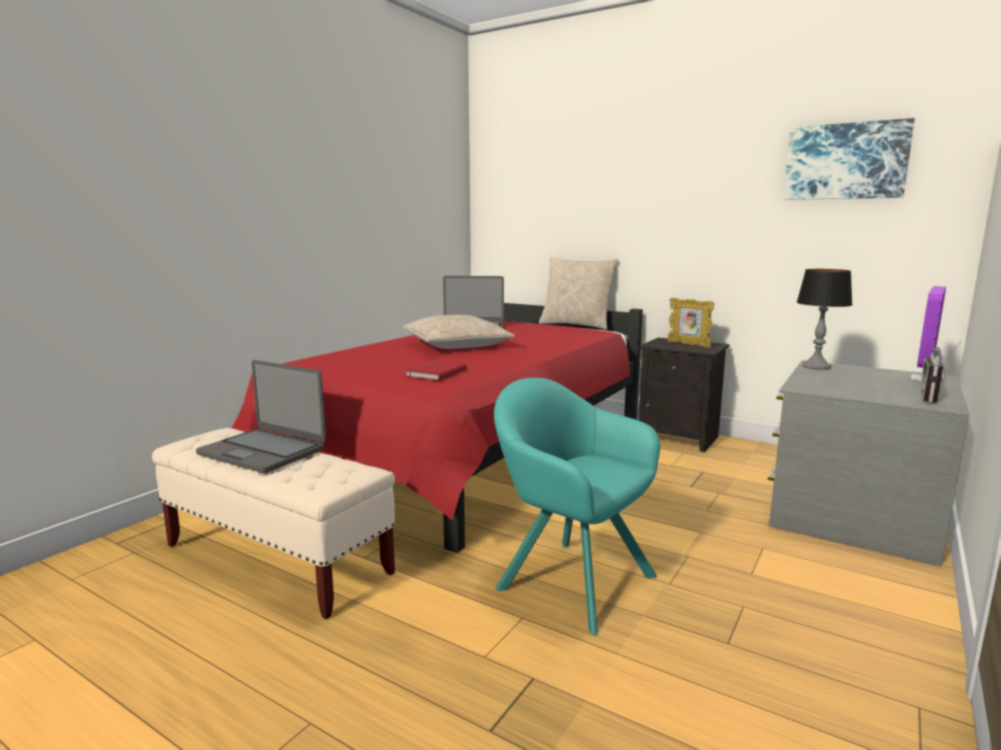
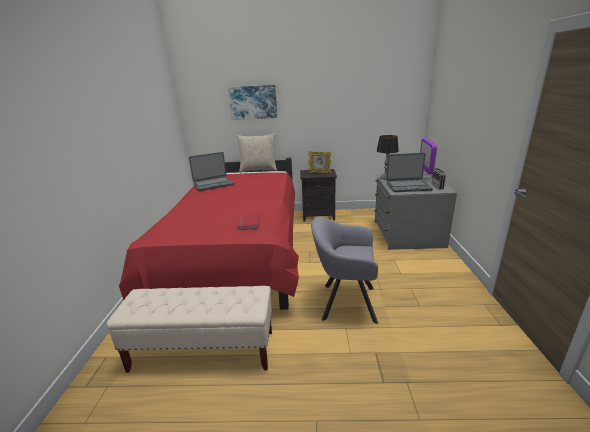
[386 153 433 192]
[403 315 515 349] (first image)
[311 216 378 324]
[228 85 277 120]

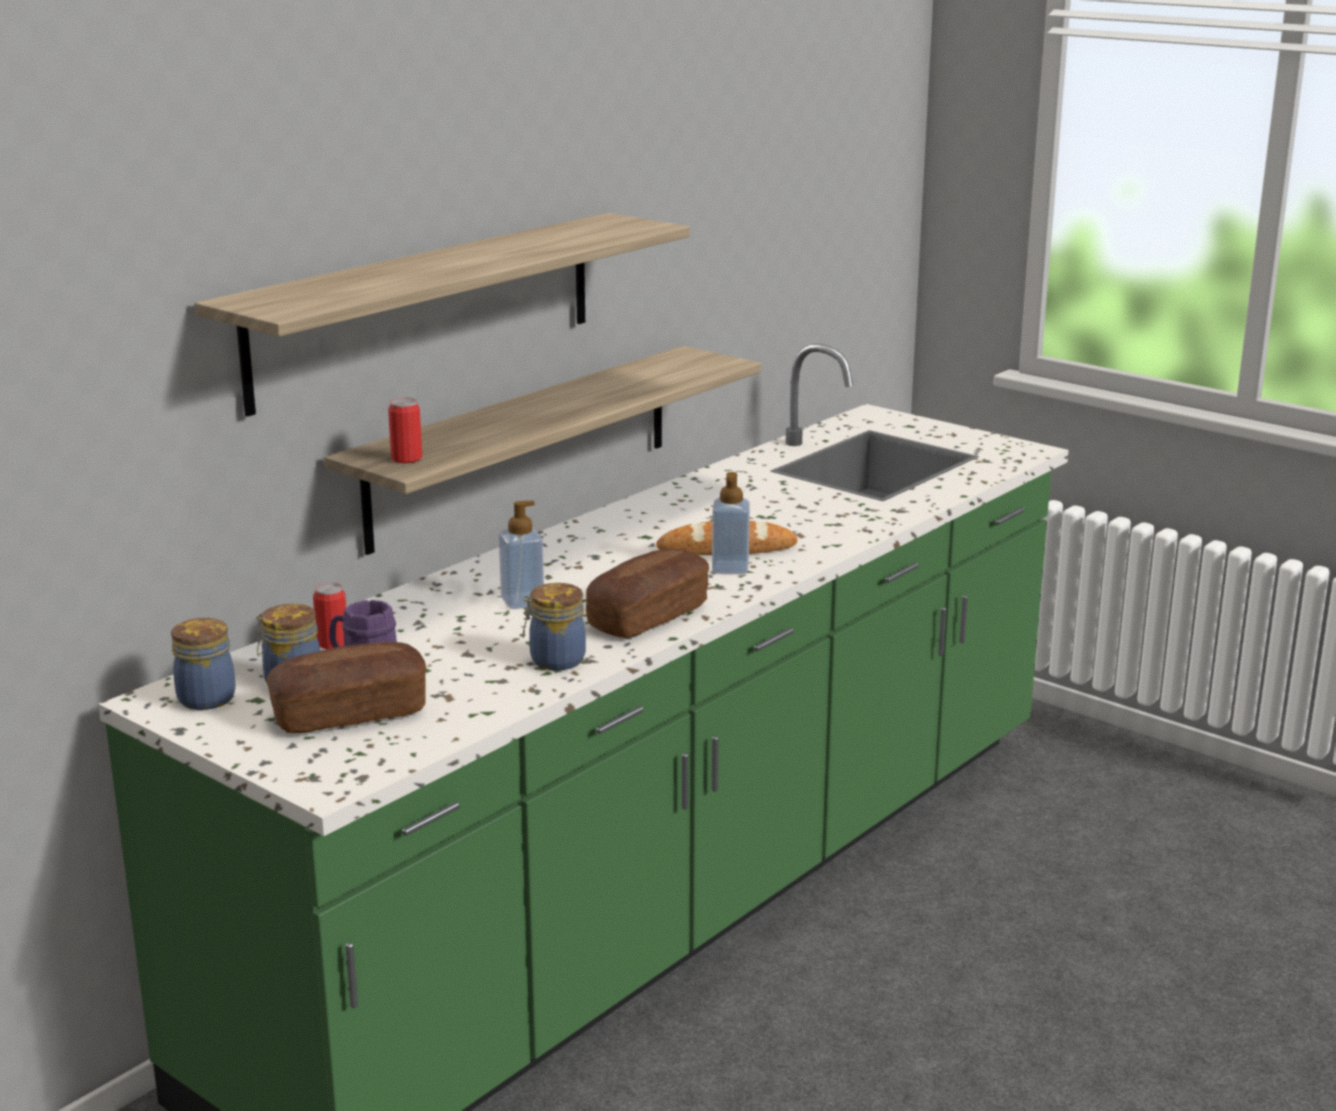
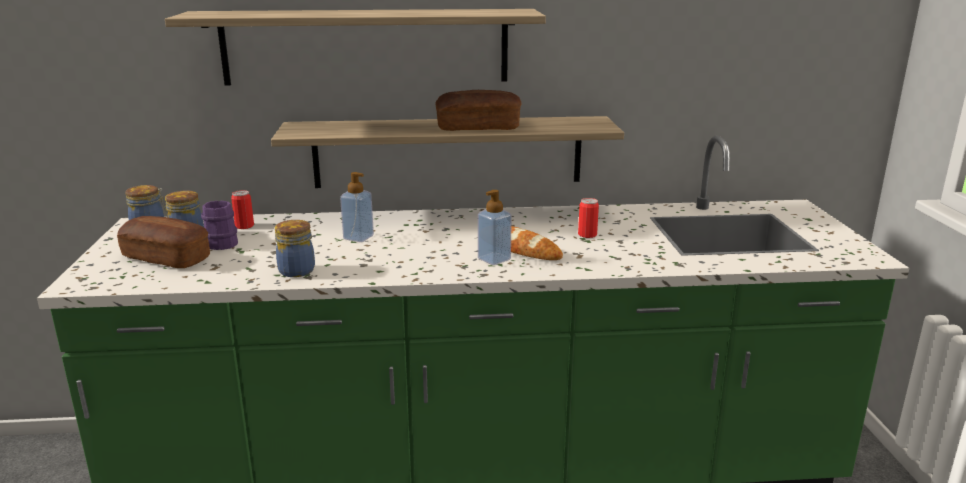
[578 198 599 238]
[435 90 522 131]

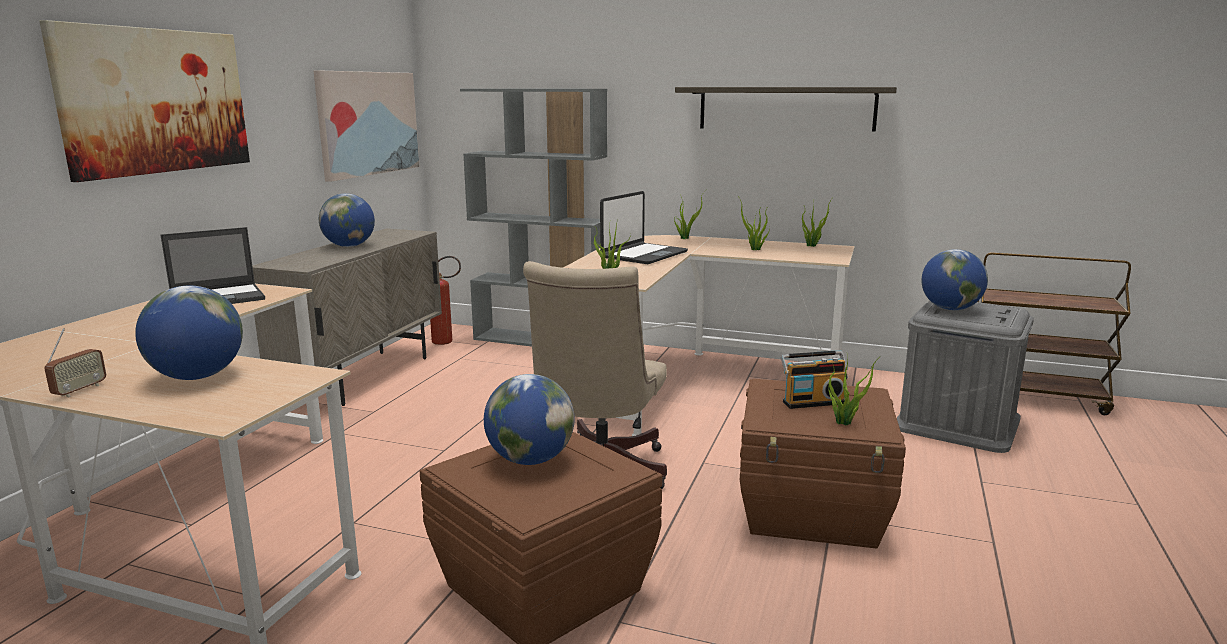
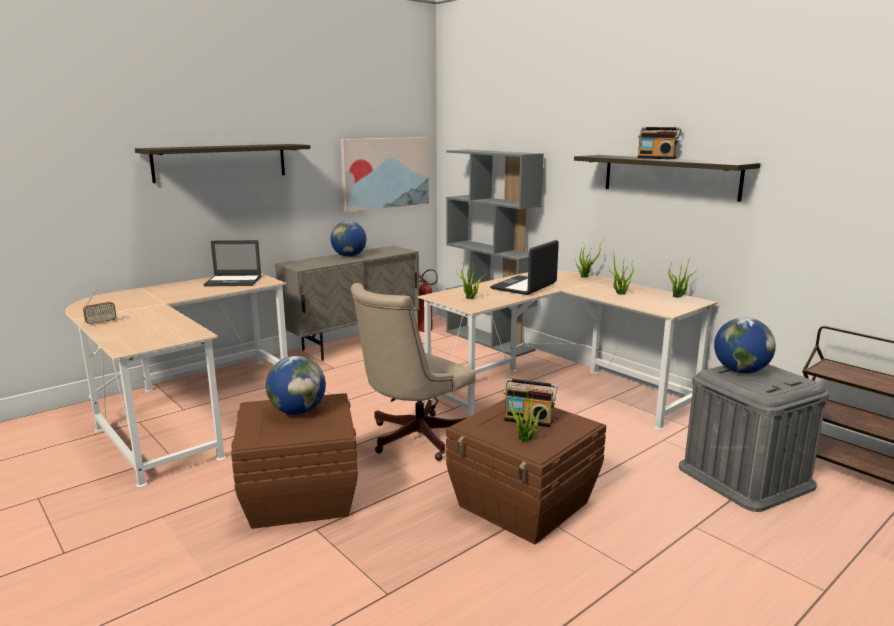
[135 144 311 183]
[135 285 243 380] (first image)
[490 240 559 295]
[637 127 681 159]

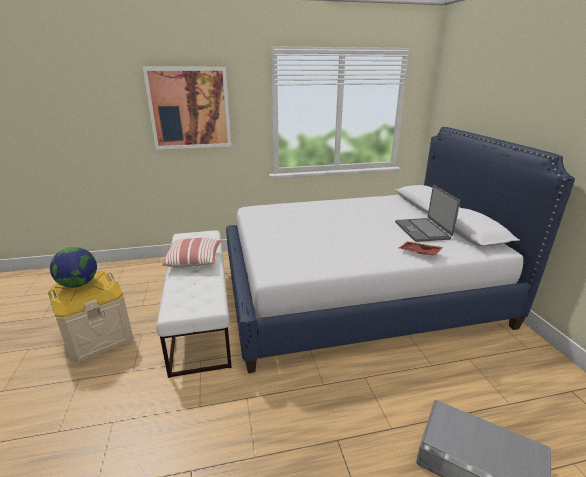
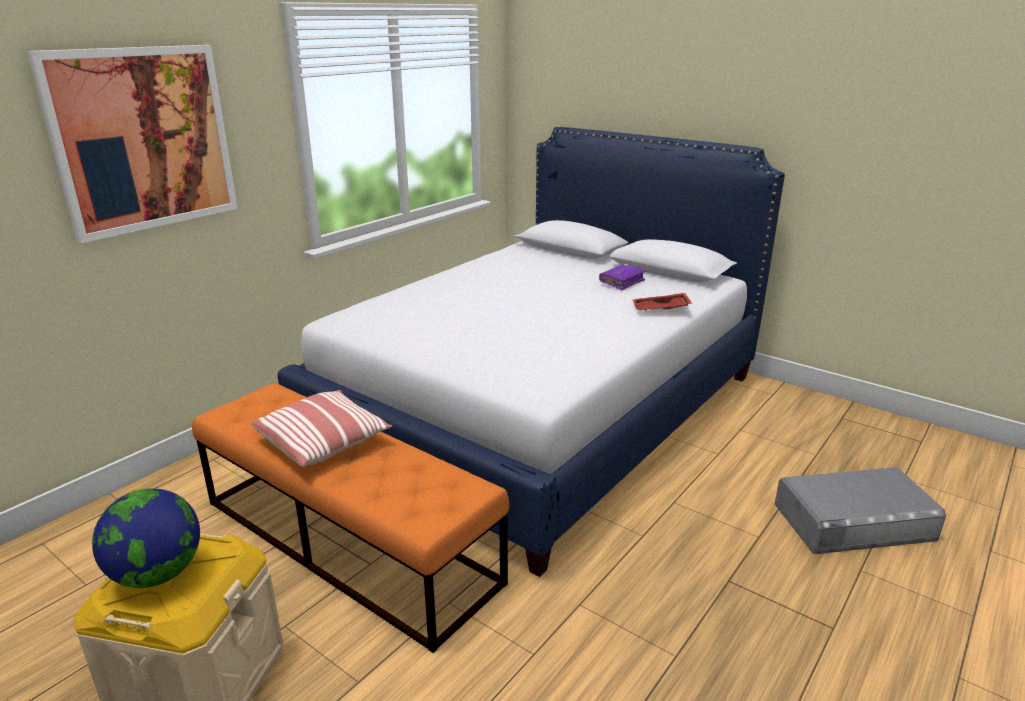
[192 383 509 653]
[599 264 646 290]

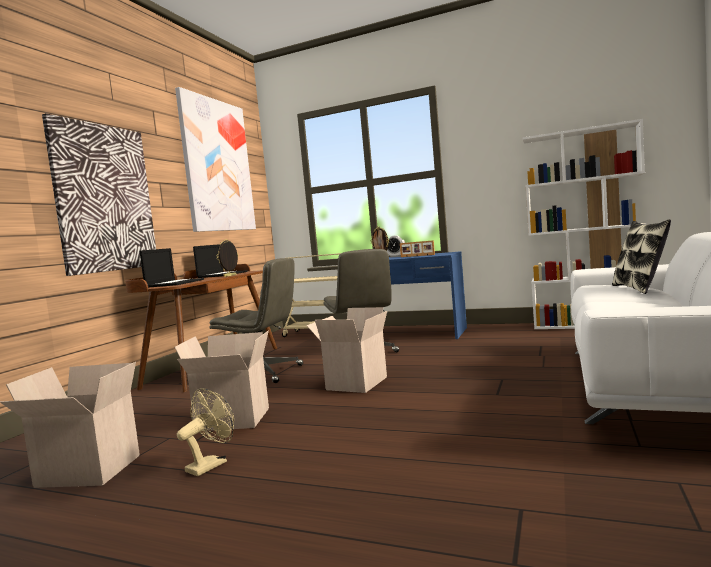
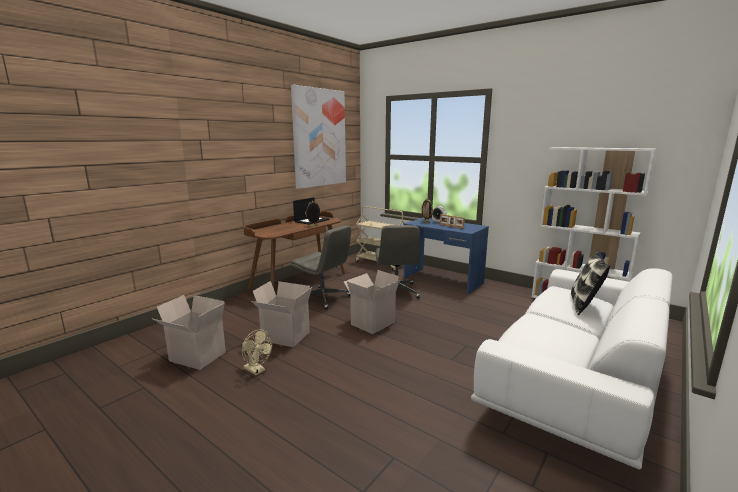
[42 113 156 276] (first image)
[139 248 204 288] (first image)
[242 329 272 375]

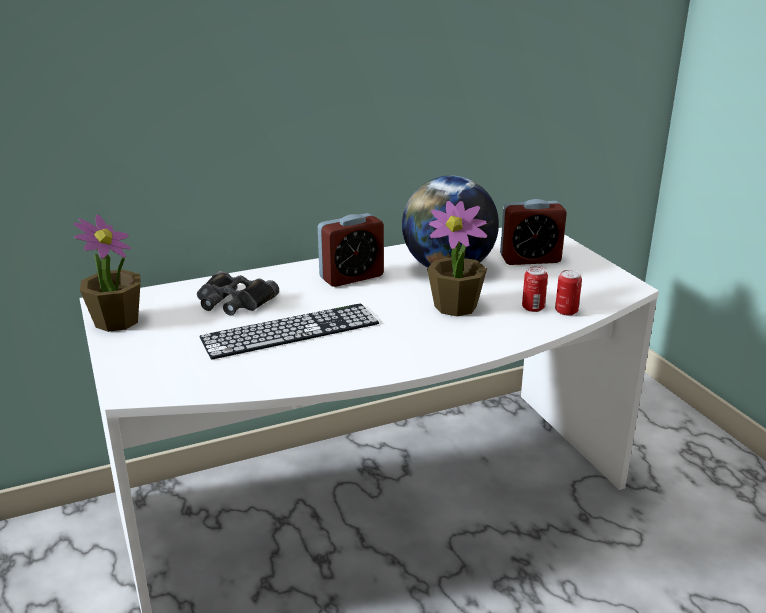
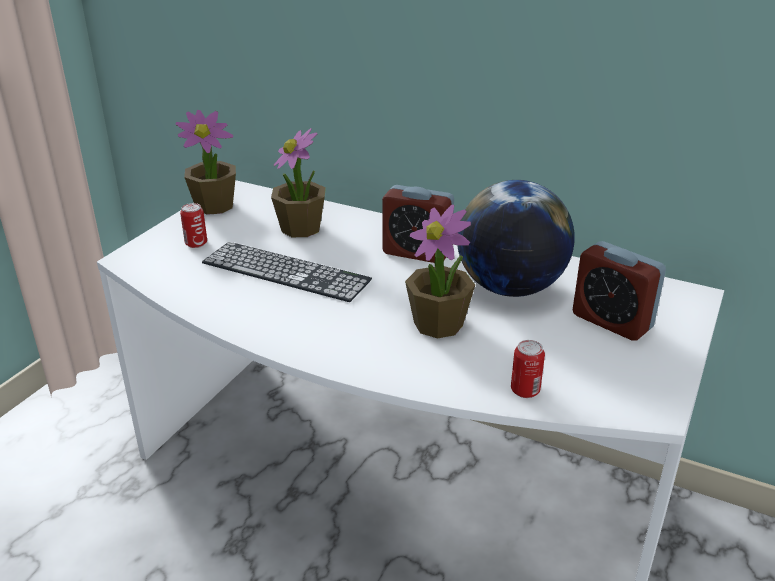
[271 128 326 237]
[180 203 207 248]

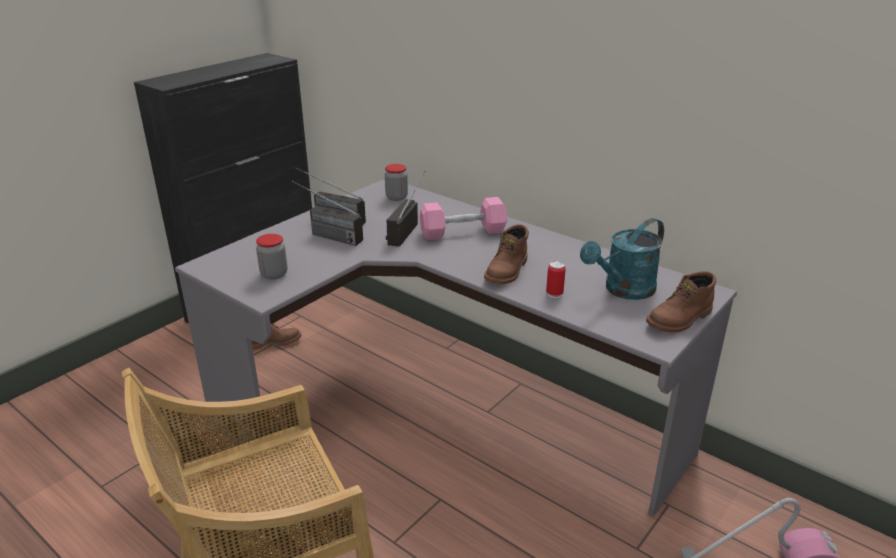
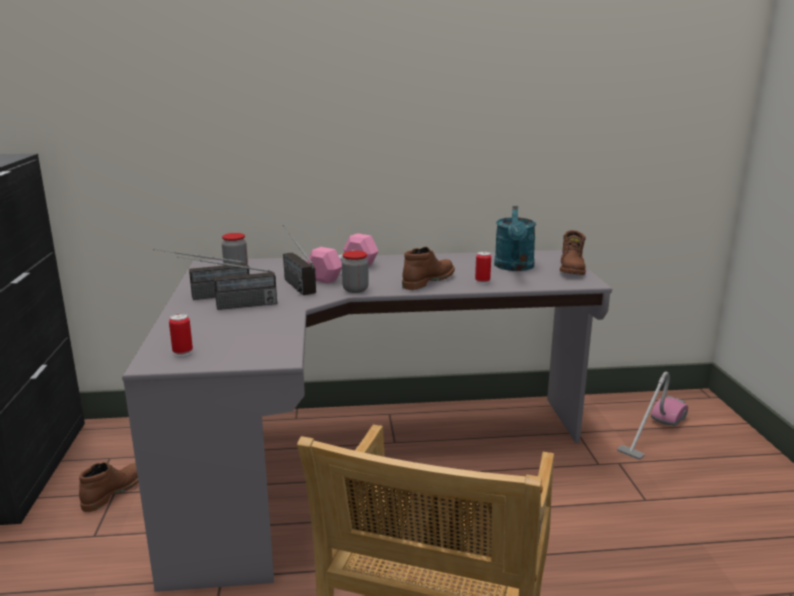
[342 251 369 293]
[402 247 455 290]
[169 314 193 356]

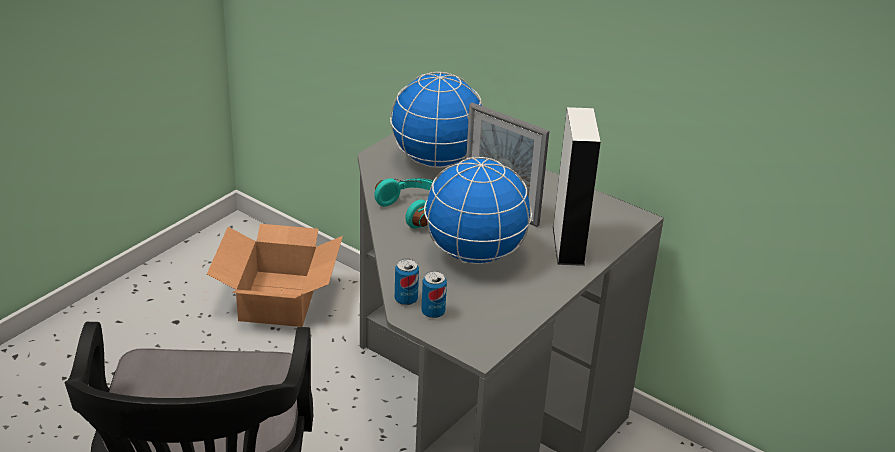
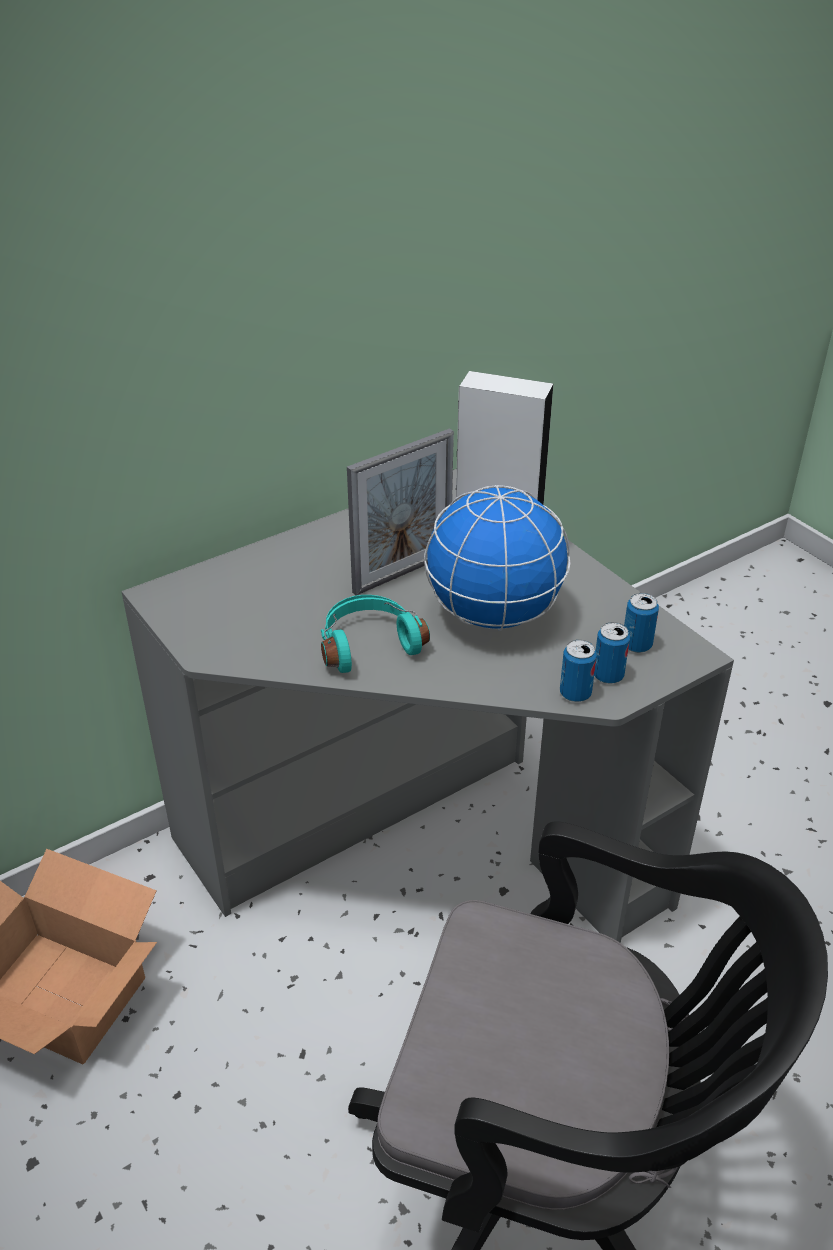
[390 72 483 168] (first image)
[624 593 659 653]

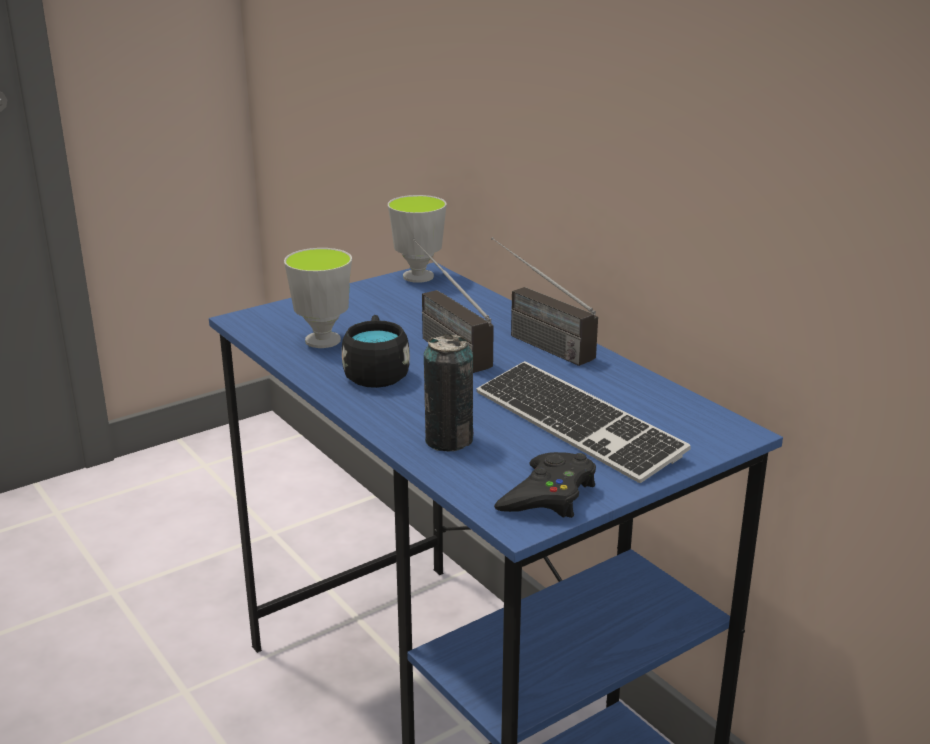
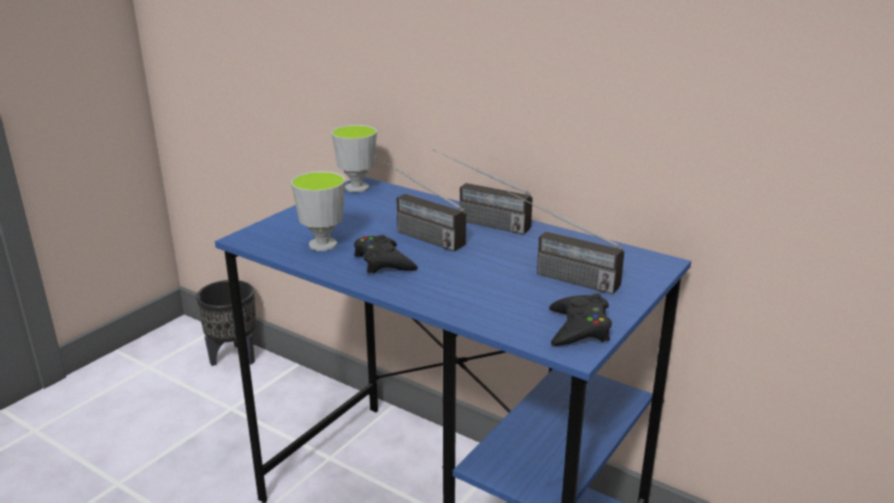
[354 235 418 274]
[424 334 473 451] (first image)
[508 191 625 294]
[196 280 256 366]

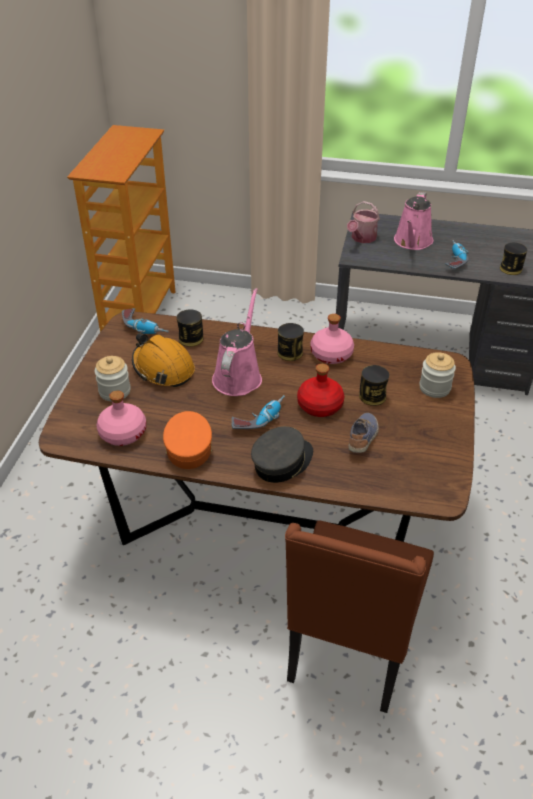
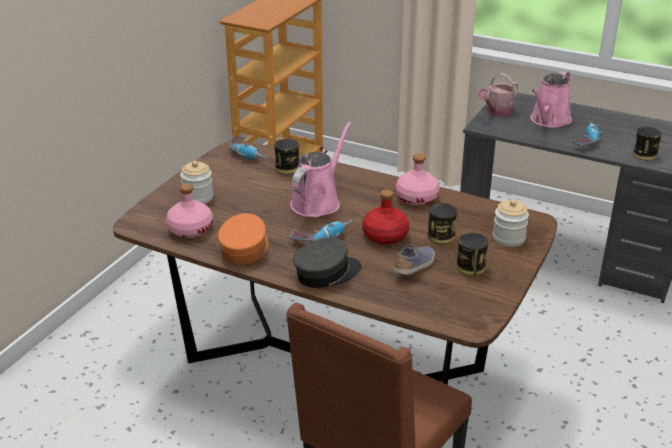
[132 333 195 387] (first image)
[457 233 489 276]

